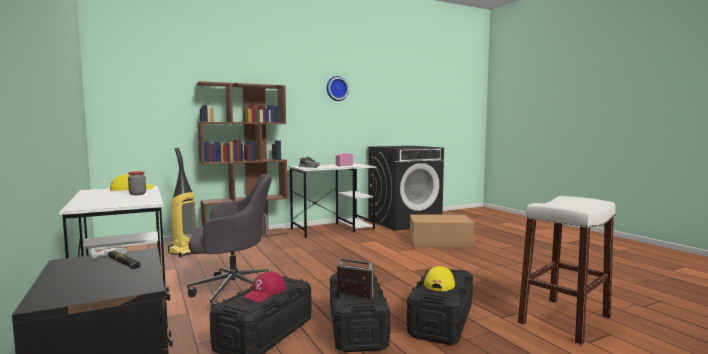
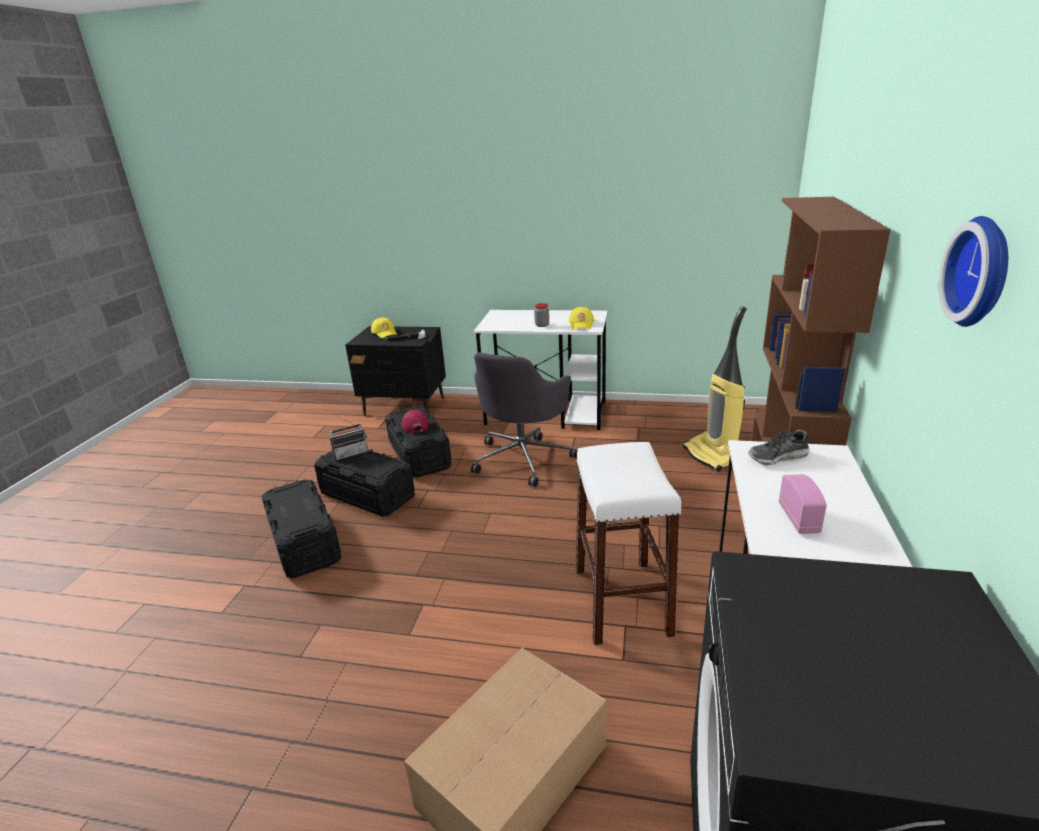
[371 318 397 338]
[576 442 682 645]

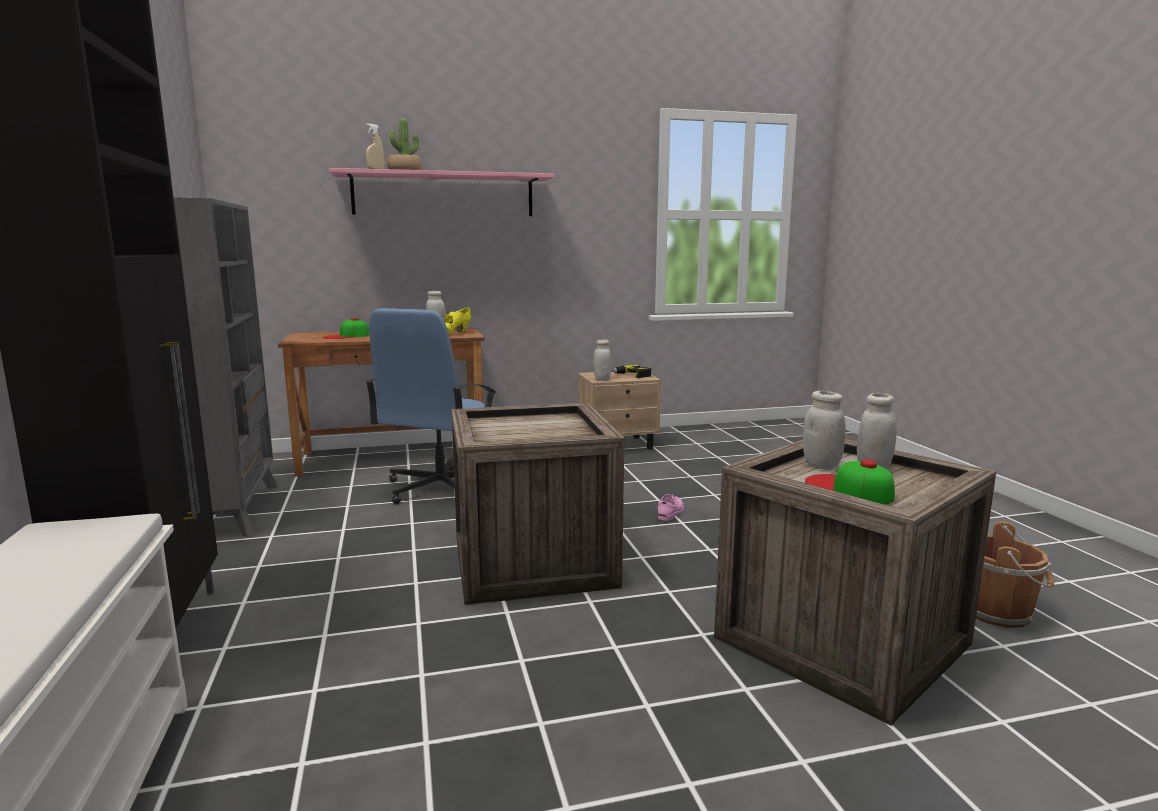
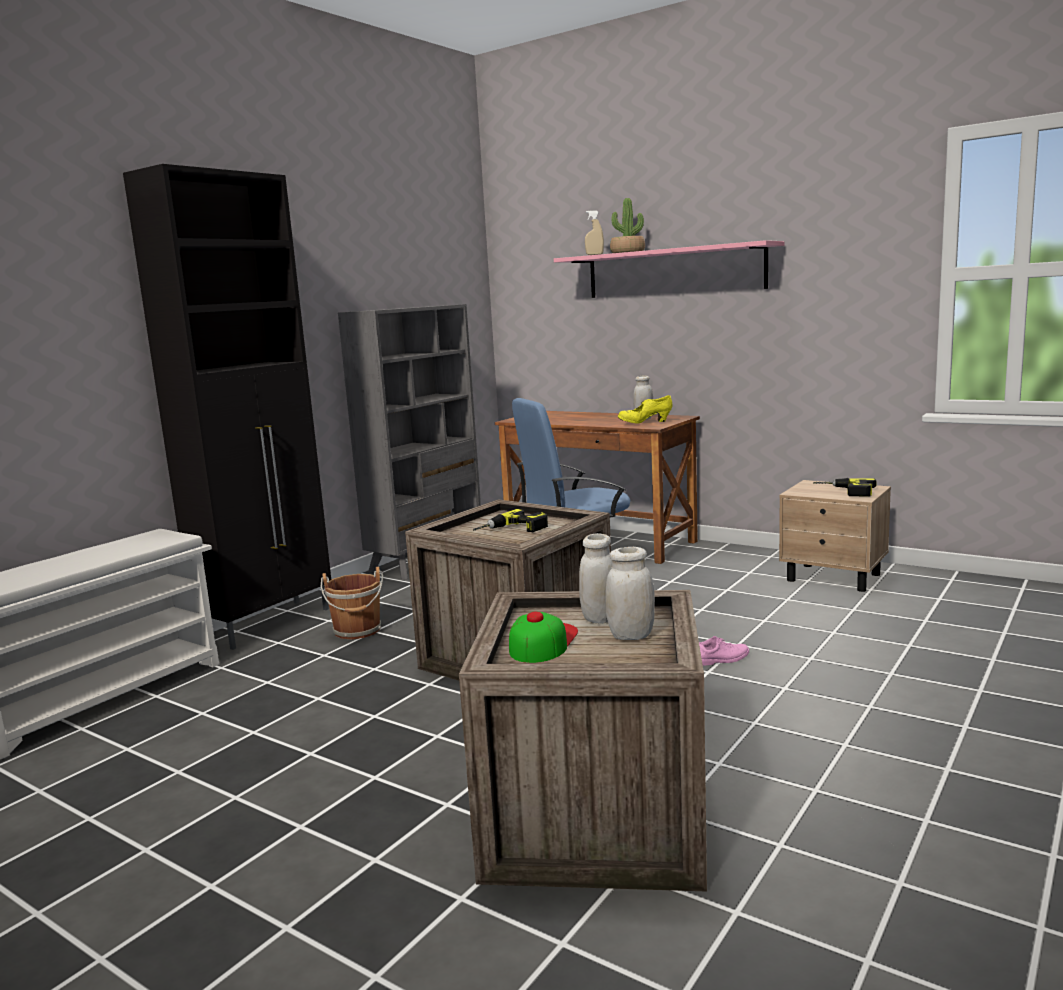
[322 318 370 339] (first image)
[593 340 611 381] (first image)
[321 567 383 639]
[473 509 548 532]

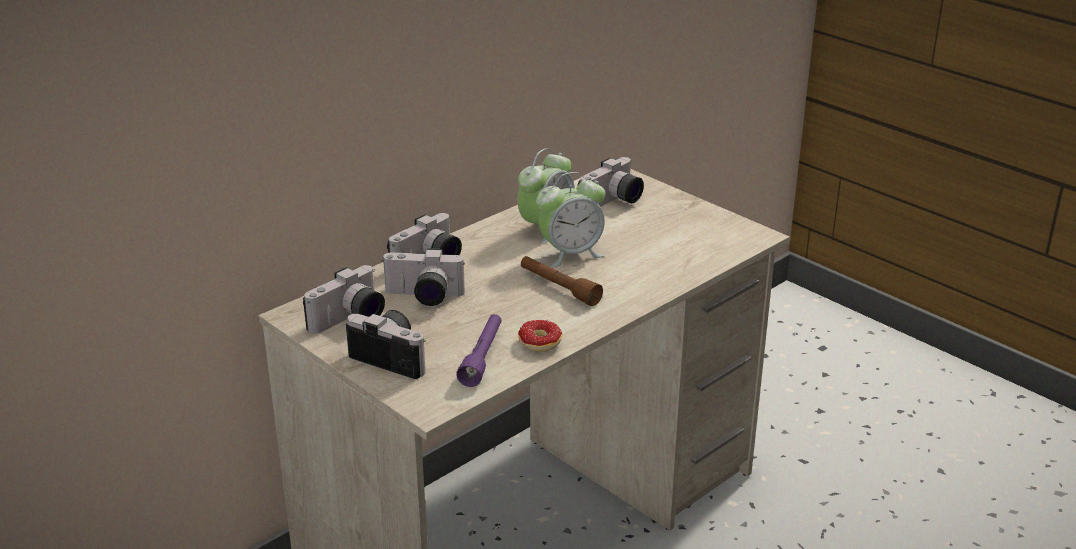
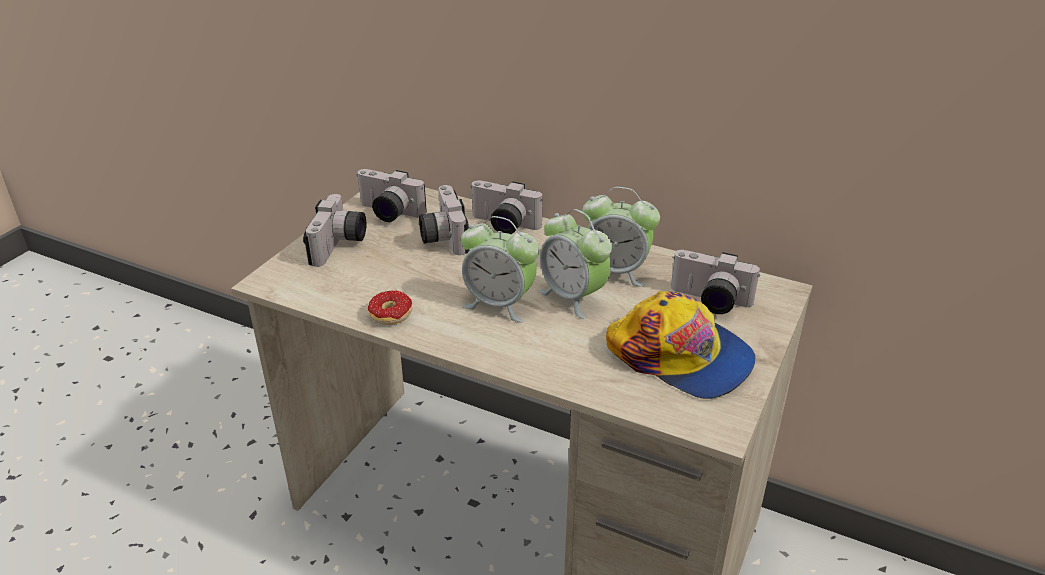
[456 314 502 387] (first image)
[461 216 539 323]
[606 291 755 399]

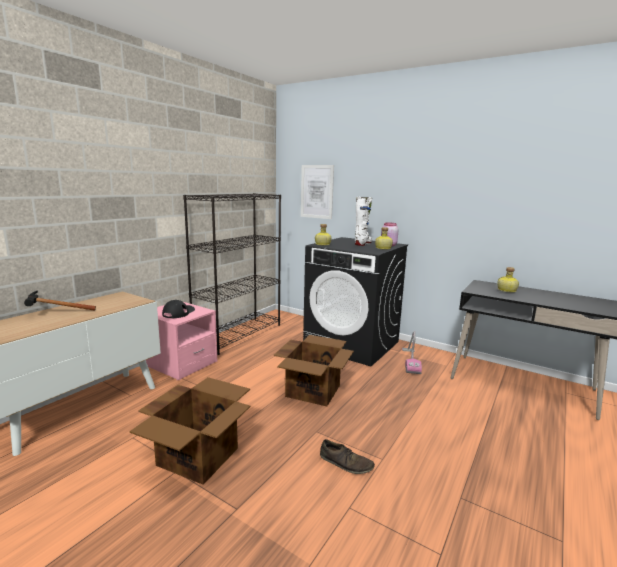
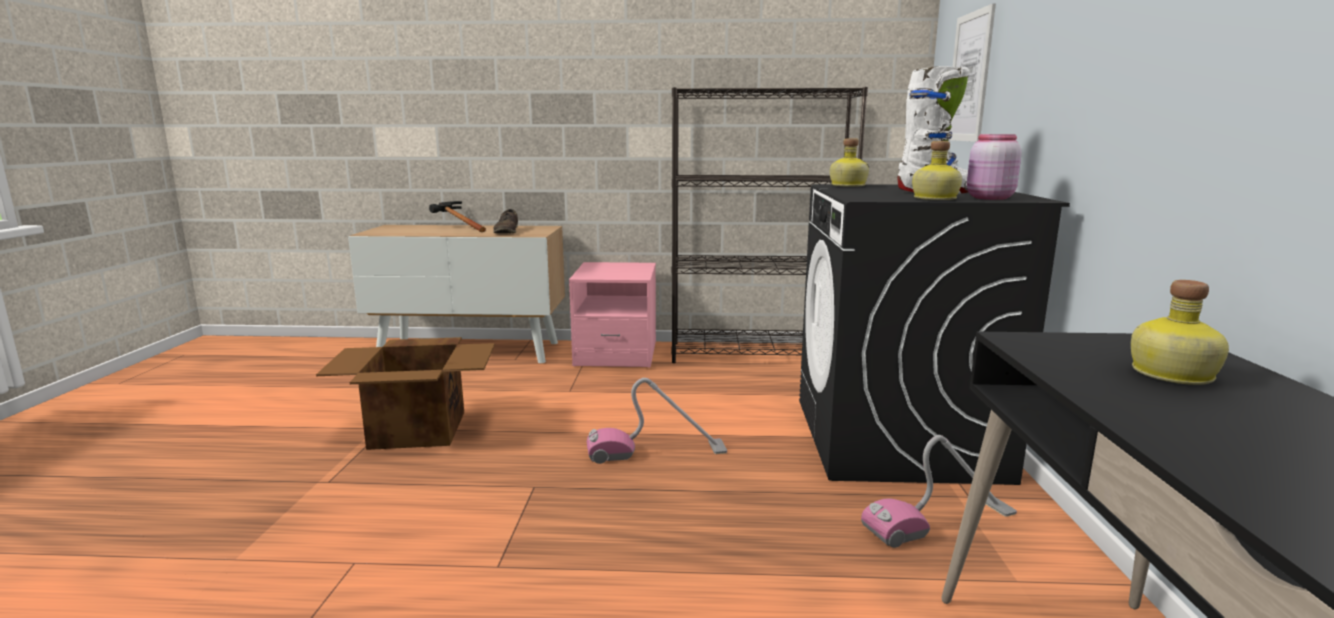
[162 300 195 318] (first image)
[587 378 727 464]
[493 209 518 233]

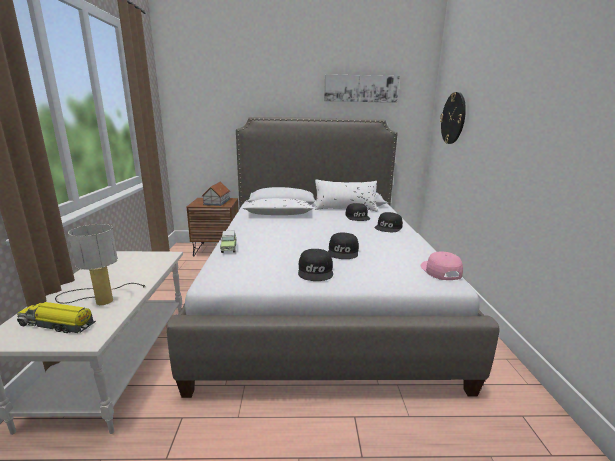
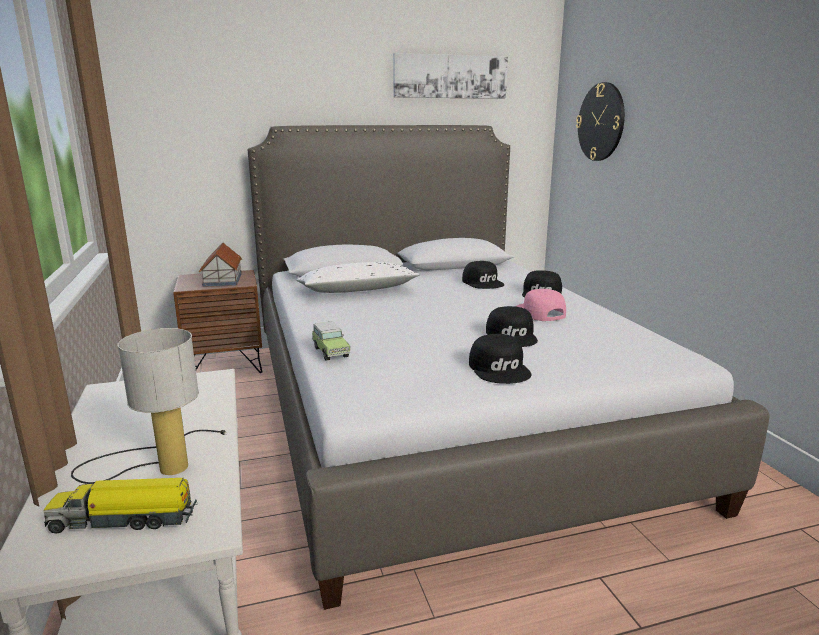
[315 179 378 211] (first image)
[516 289 566 321]

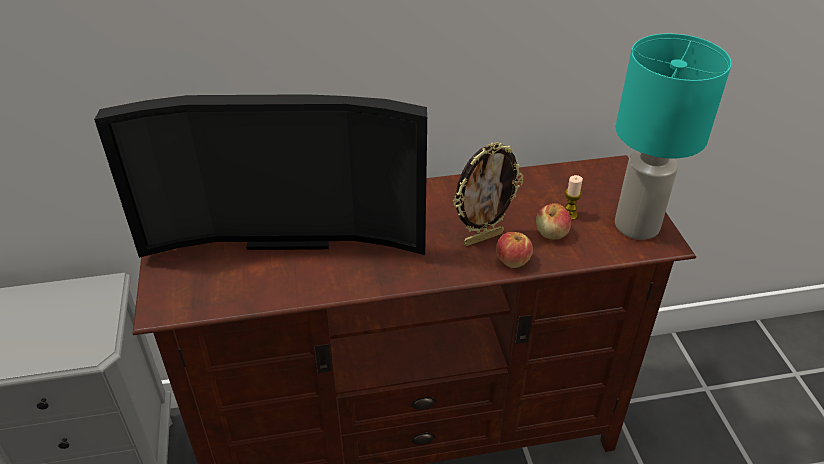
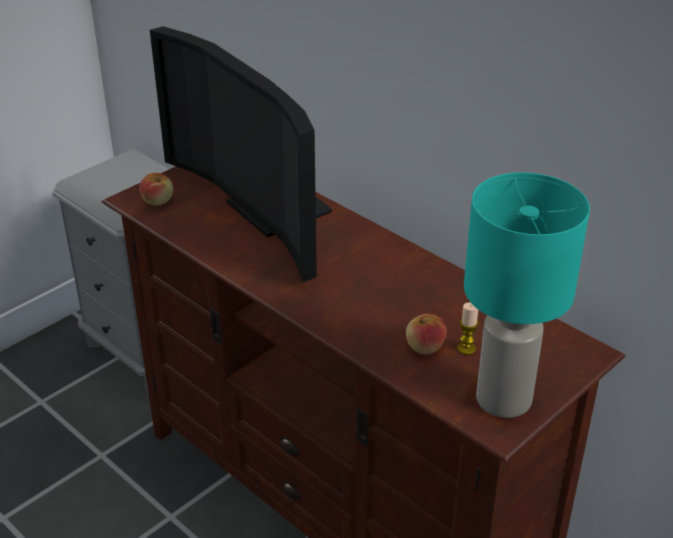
[453 142 523 246] (first image)
[139 173 173 206]

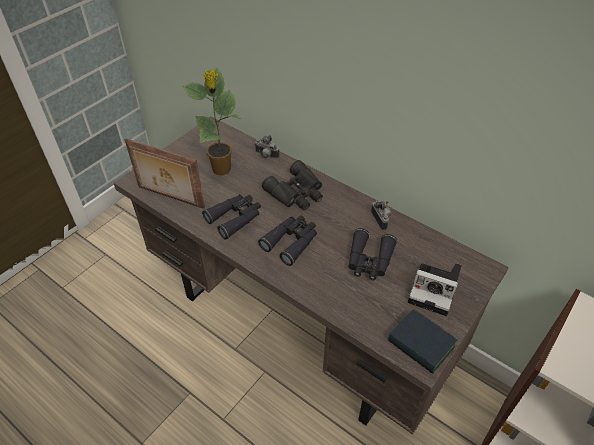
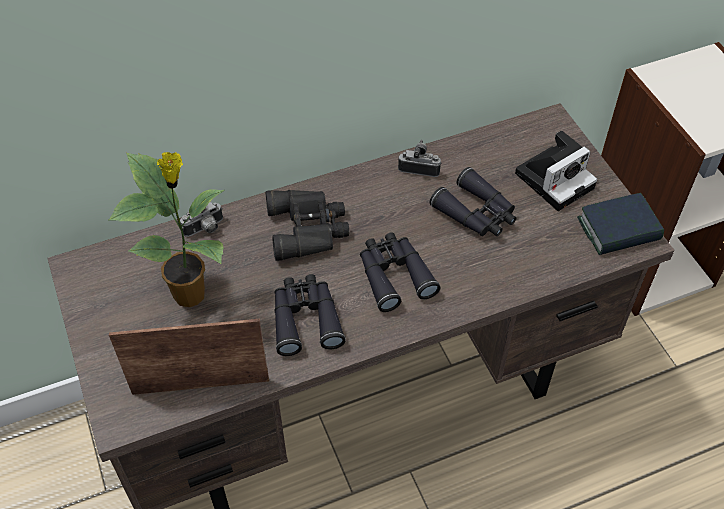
[109 319 269 395]

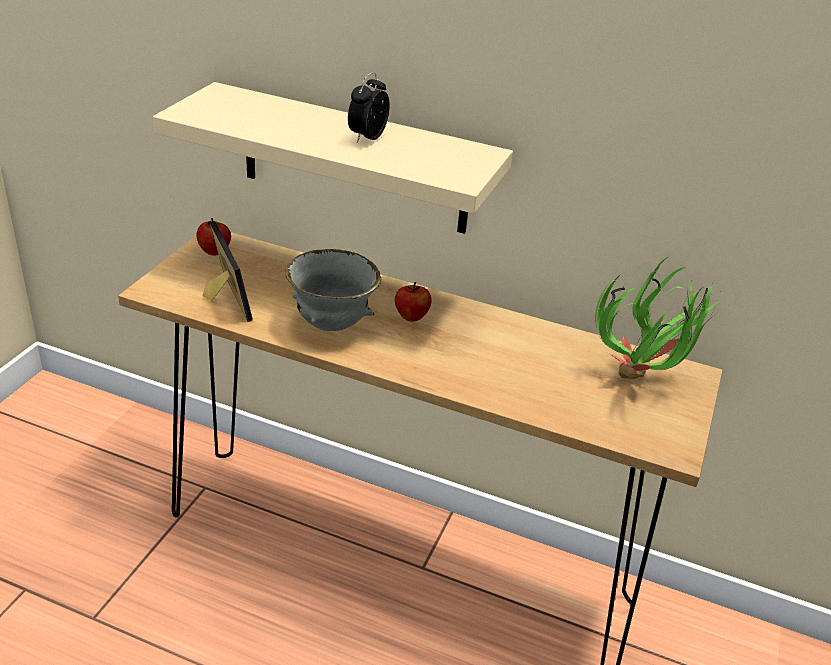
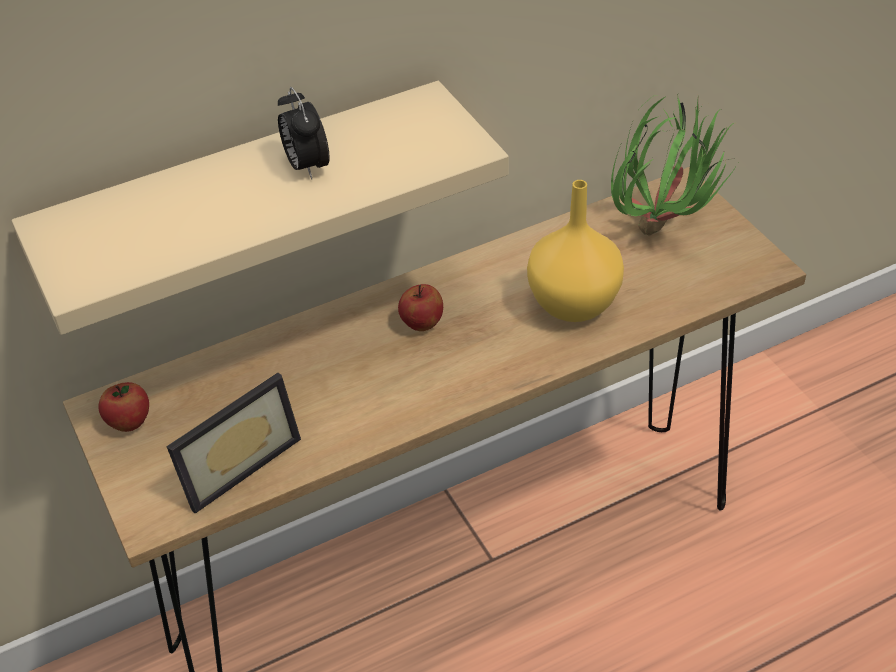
[166 373 301 514]
[285 249 382 331] (first image)
[527 180 624 322]

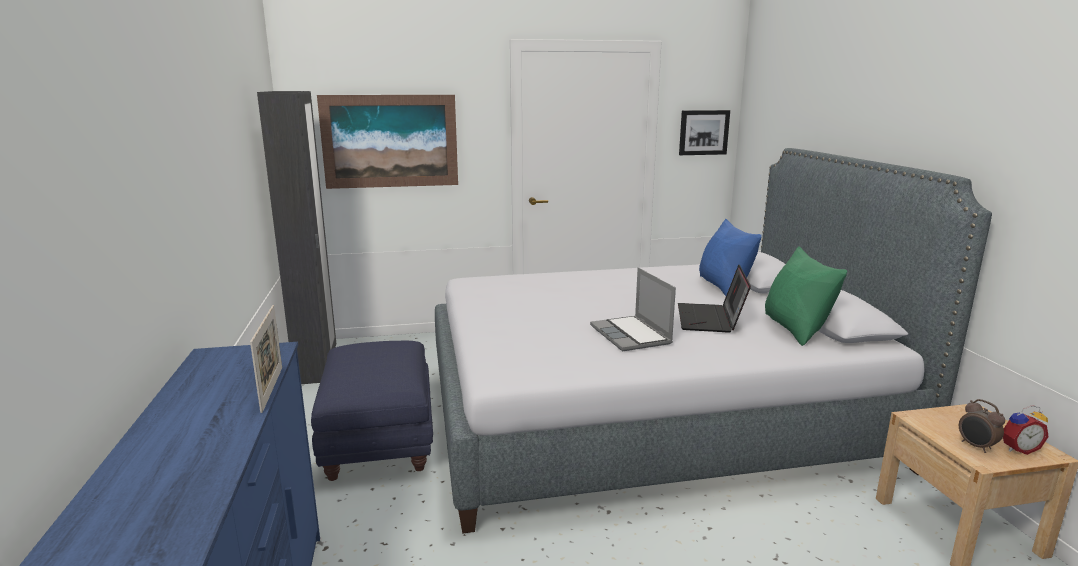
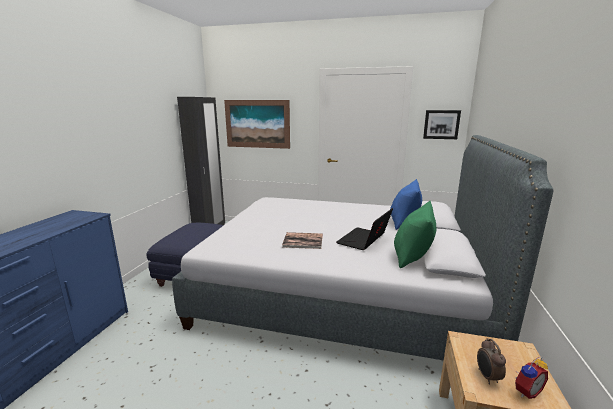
[250 305 282 413] (first image)
[282 232 323 249]
[515 357 548 399]

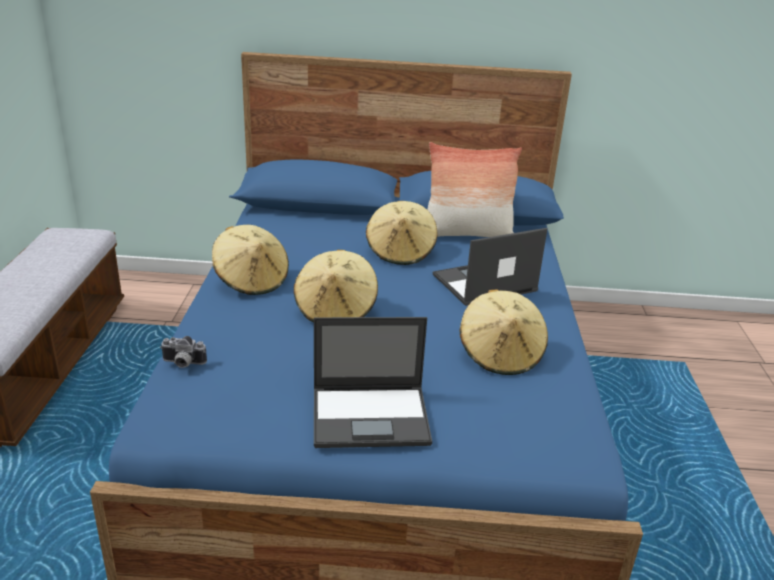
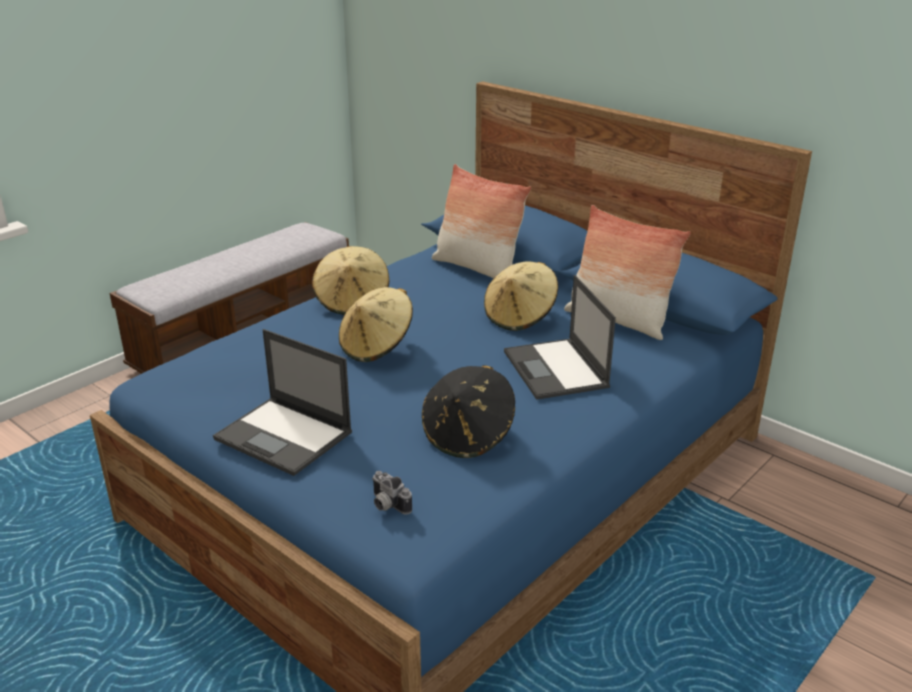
[372 471 412 515]
[504 275 616 400]
[422 365 515 458]
[432 164 531 278]

